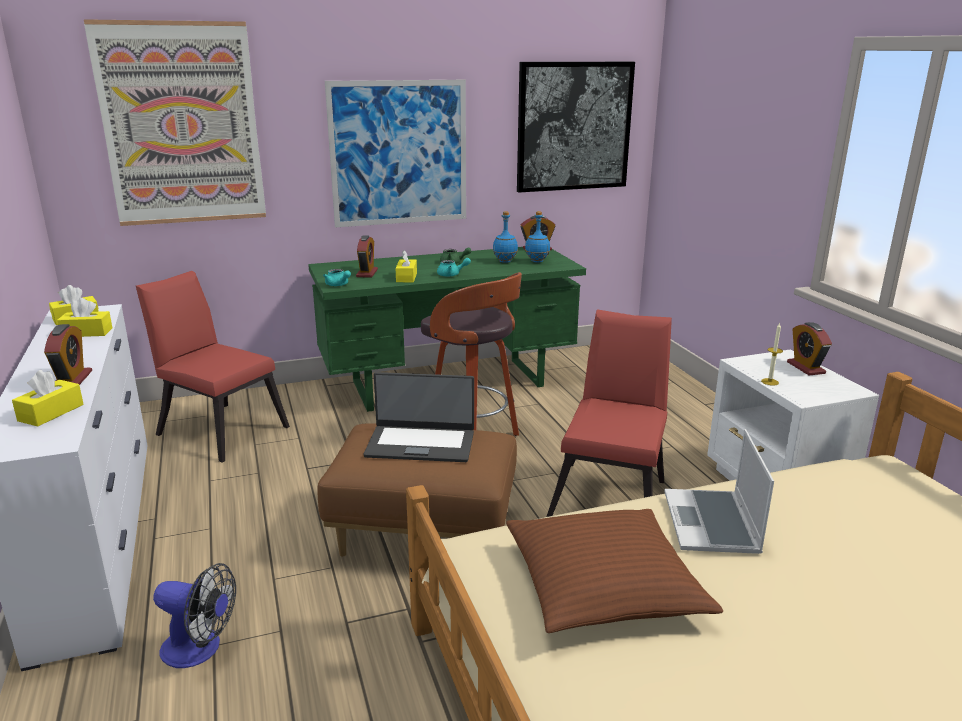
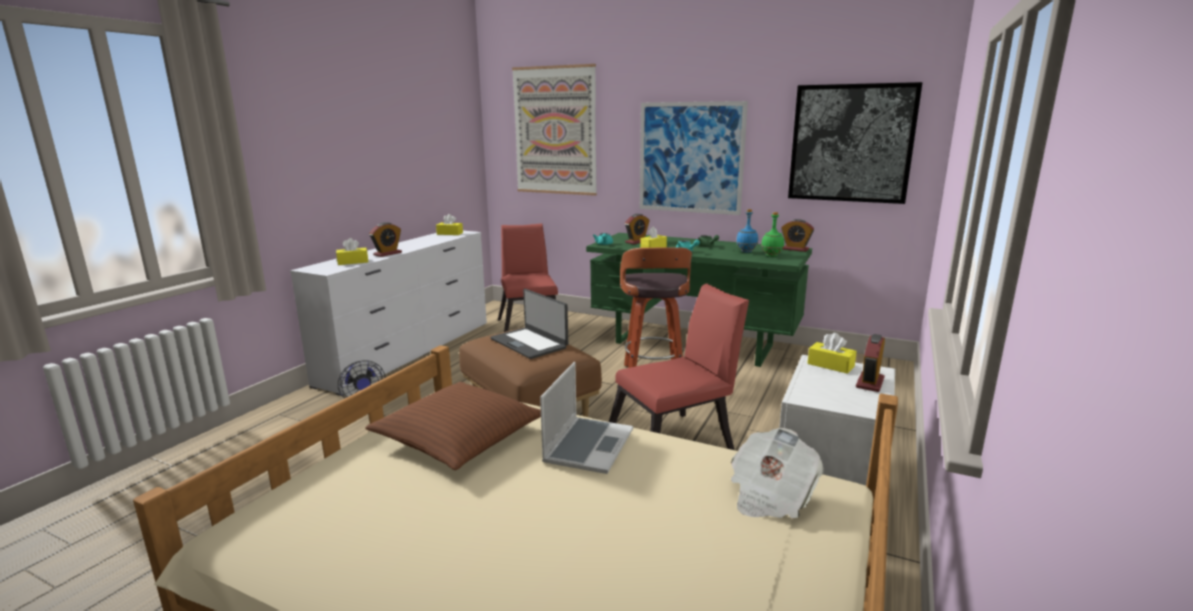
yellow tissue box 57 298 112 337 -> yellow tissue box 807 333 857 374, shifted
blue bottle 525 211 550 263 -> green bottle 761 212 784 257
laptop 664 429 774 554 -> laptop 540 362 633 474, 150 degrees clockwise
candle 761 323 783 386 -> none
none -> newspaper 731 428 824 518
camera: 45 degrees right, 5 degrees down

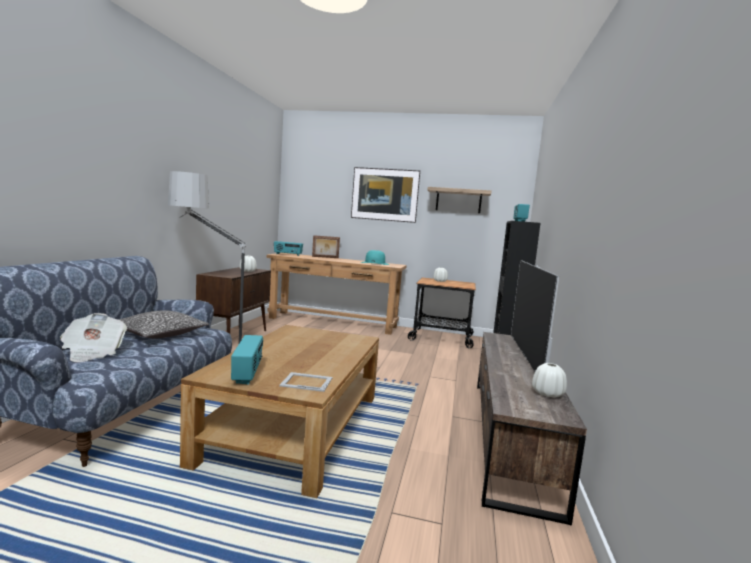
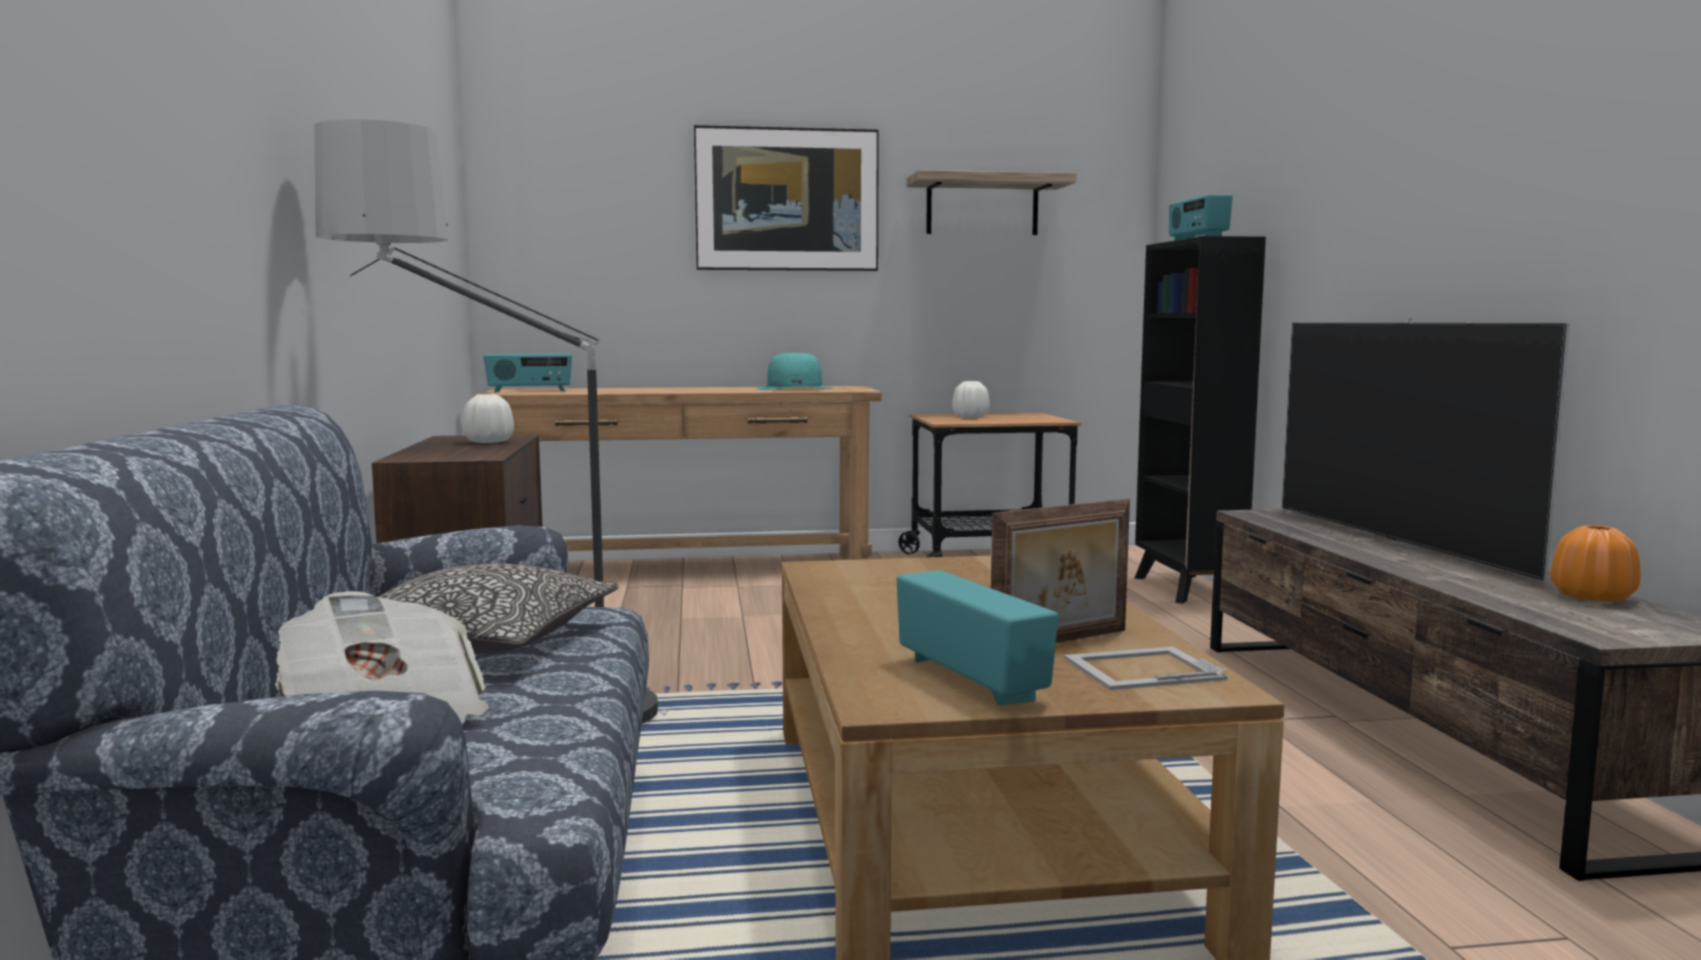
picture frame 312 235 340 258 -> picture frame 991 499 1130 643, shifted
white vase 532 363 567 398 -> orange vase 1551 525 1641 602
camera: 20 degrees left, 0 degrees up

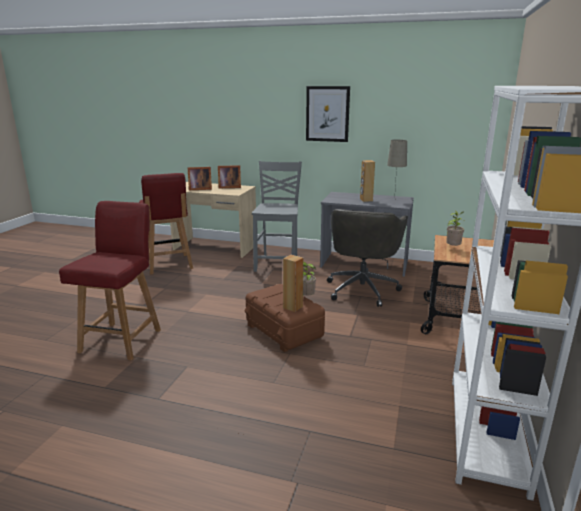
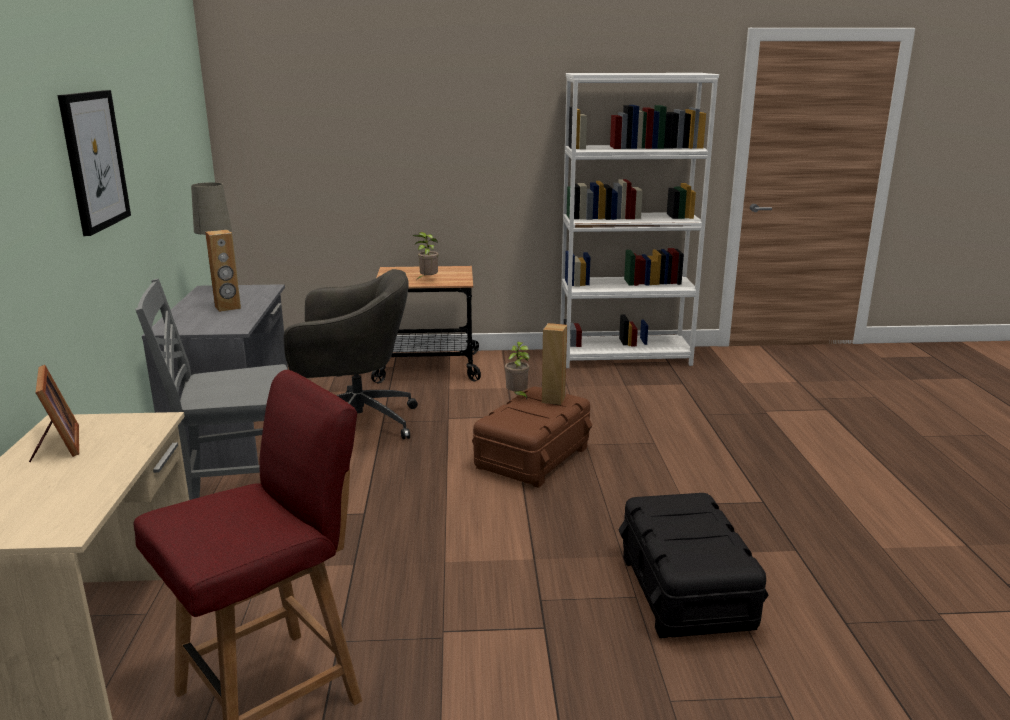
red chair 59 201 161 360 -> black storage box 618 493 768 638
picture frame 188 167 212 190 -> none
camera: 110 degrees left, 0 degrees up

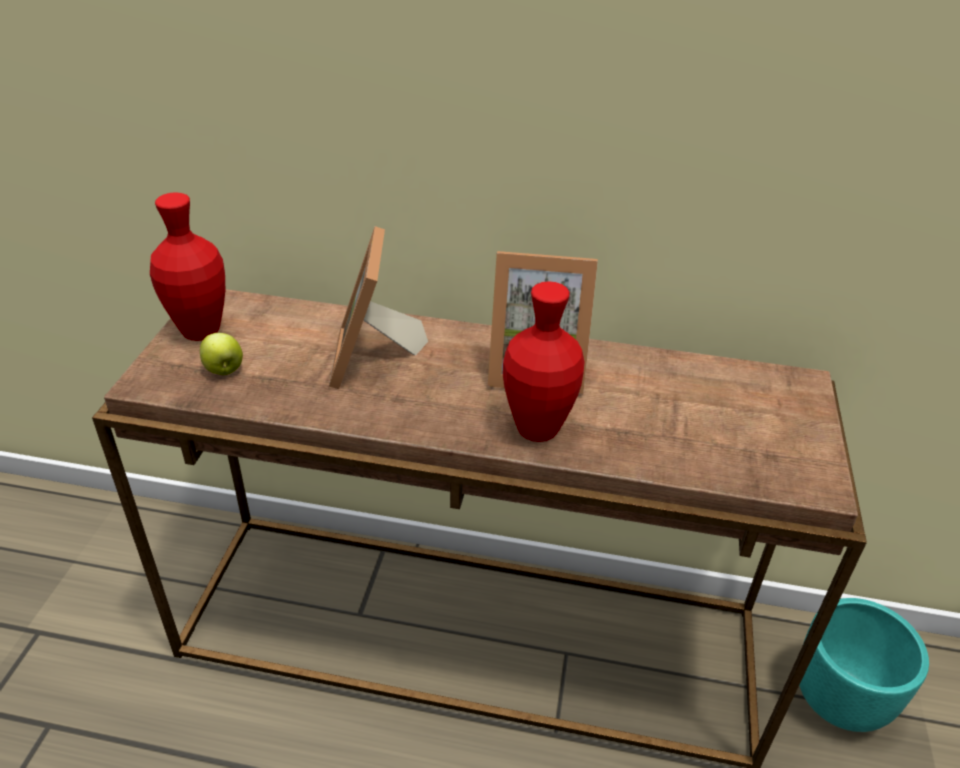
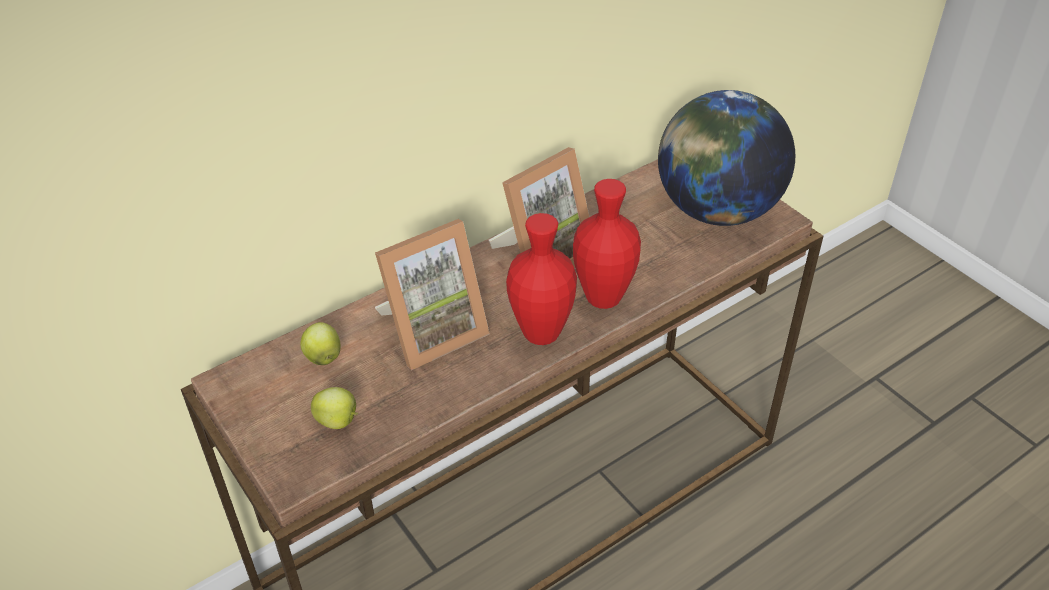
red vase 150 192 225 341 -> red vase 506 213 577 345, shifted
picture frame 329 226 428 389 -> picture frame 375 219 490 370, 75 degrees counterclockwise
turquoise planter 799 598 929 732 -> none
none -> apple 300 322 340 365
none -> globe 658 90 795 226
camera: 45 degrees left, 5 degrees up

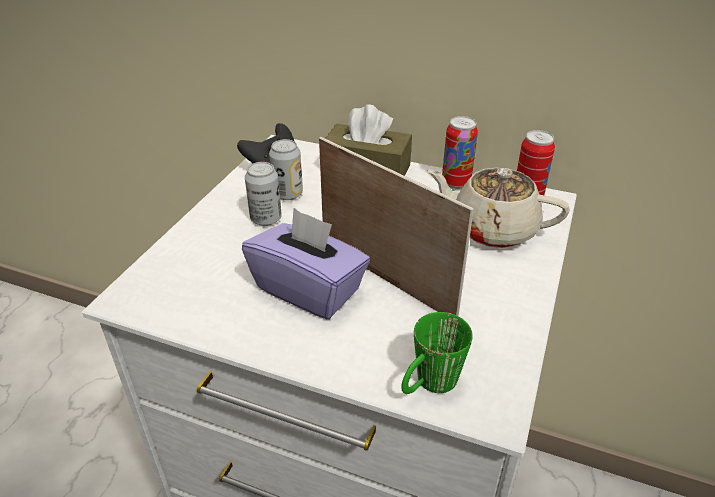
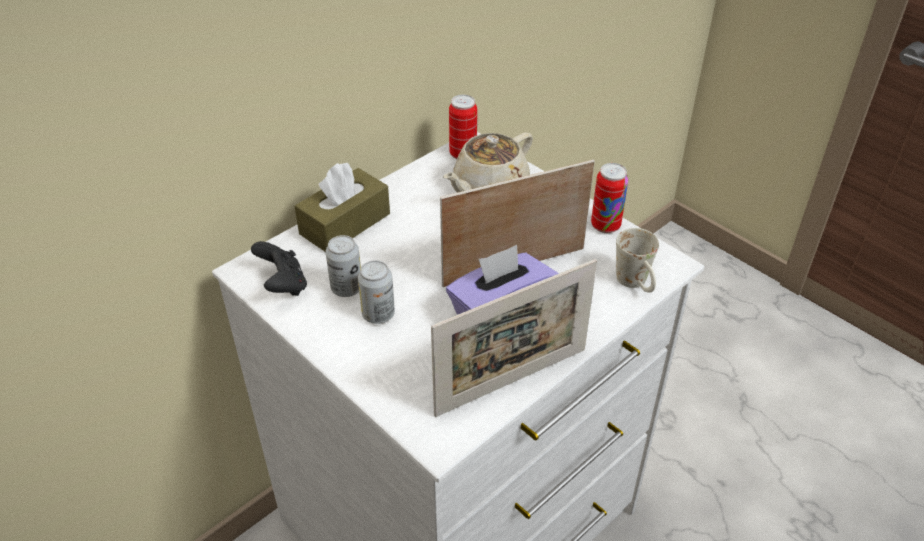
green mug 401 312 473 394 -> white mug 616 228 659 293
can 442 116 478 189 -> can 591 163 628 233, shifted
none -> picture frame 431 259 597 417
camera: 65 degrees left, 5 degrees up

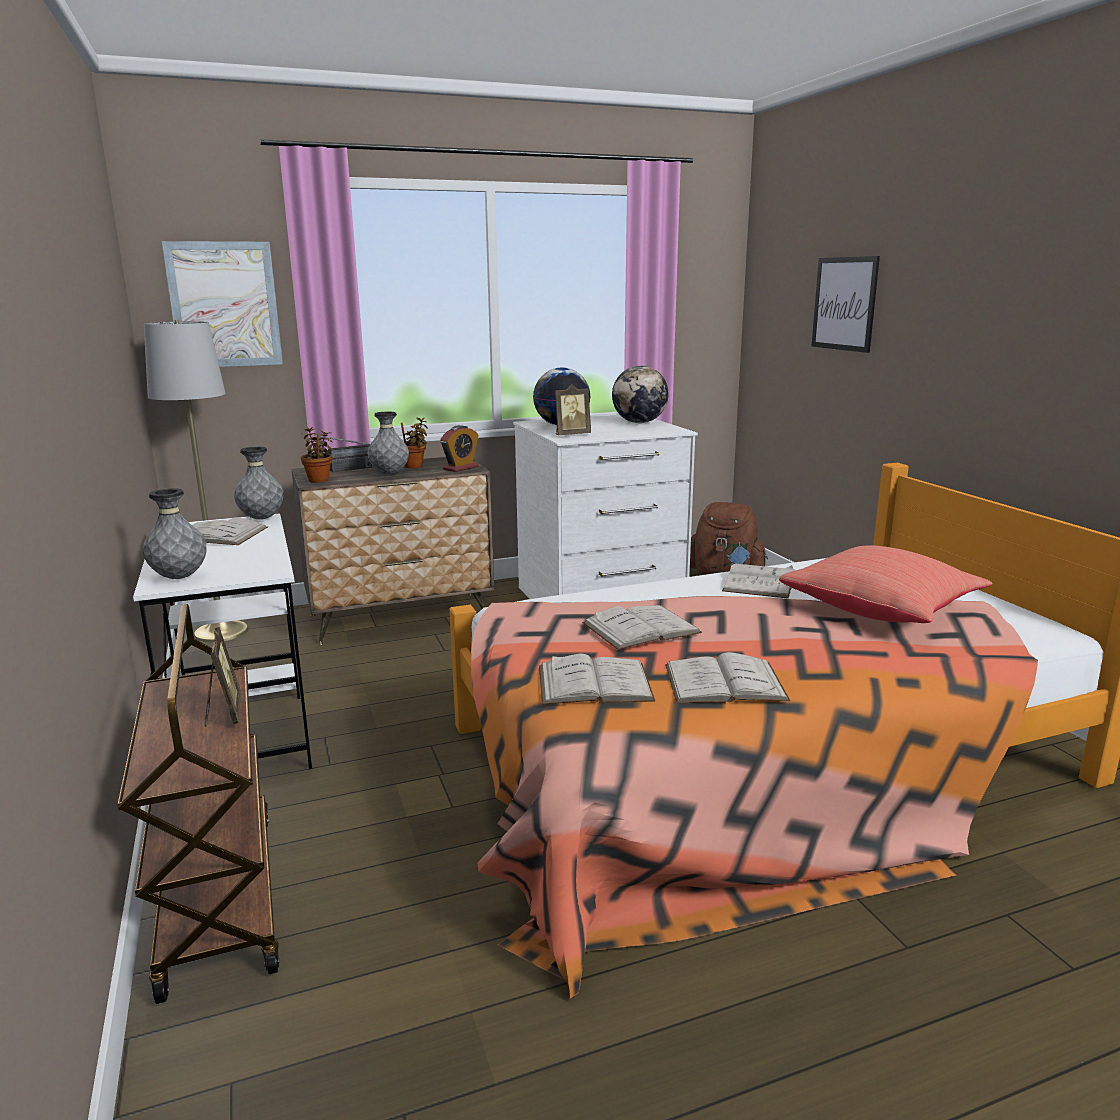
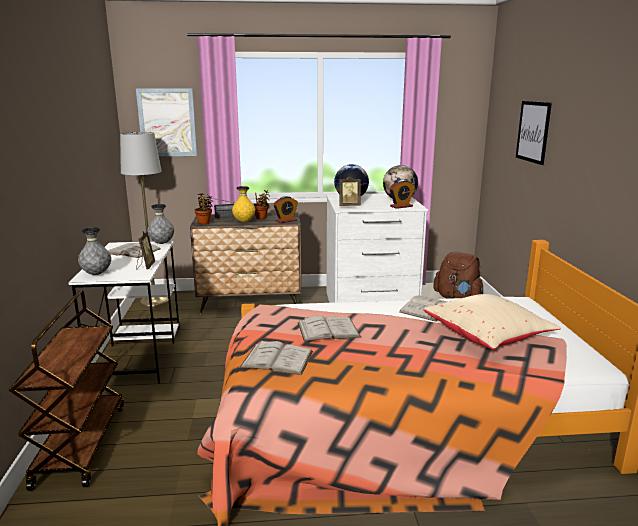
picture frame 205 627 242 727 -> picture frame 136 231 155 270, shifted
grey vase 367 412 409 475 -> yellow vase 232 186 255 222
white book 665 652 790 703 -> none
red pillow 779 545 993 623 -> beige pillow 423 294 561 349
none -> alarm clock 390 180 415 209
camera: 15 degrees right, 0 degrees up

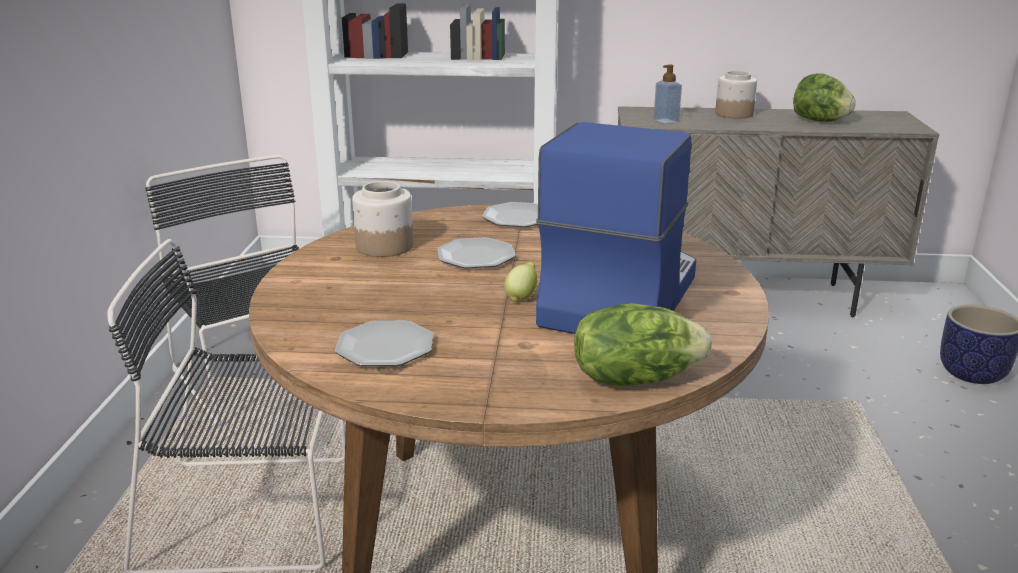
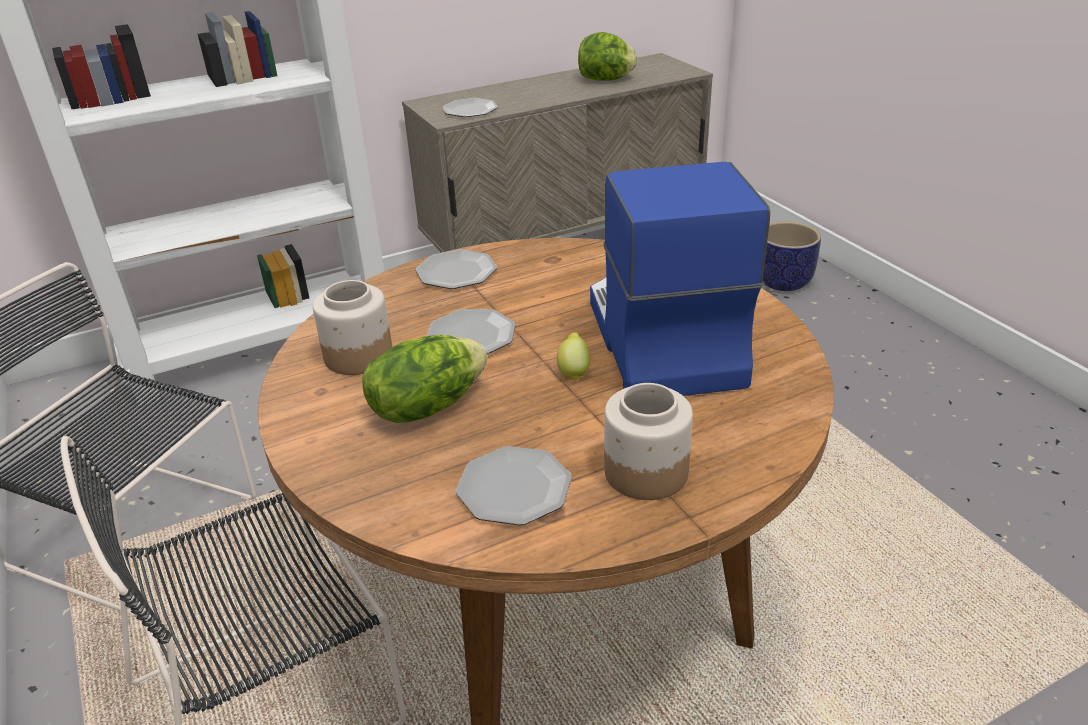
lettuce 574 303 712 386 -> lettuce 362 335 487 423, shifted
soap dispenser 654 65 682 124 -> plate 442 98 498 117
jar 715 71 757 119 -> jar 604 383 693 500, shifted
camera: 30 degrees left, 10 degrees up

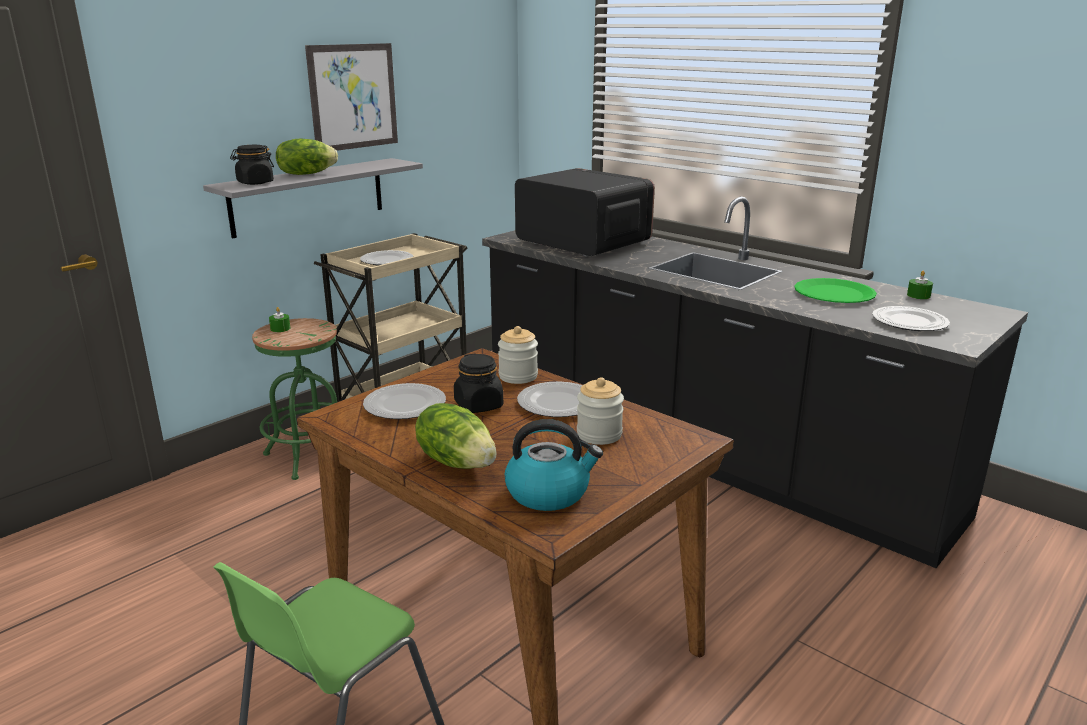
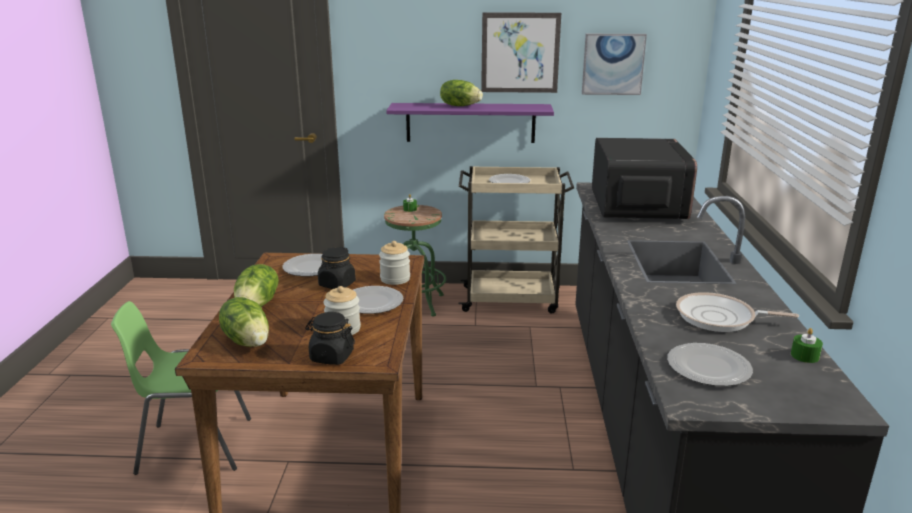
grey shelf 203 158 423 238 -> purple shelf 386 103 554 143
black jar 230 145 274 185 -> black jar 305 312 355 365, shifted
kettle 505 419 603 511 -> lettuce 219 297 269 347
green plate 794 278 877 303 -> frying pan 676 292 799 332
none -> picture 582 34 647 95
camera: 50 degrees right, 0 degrees up

